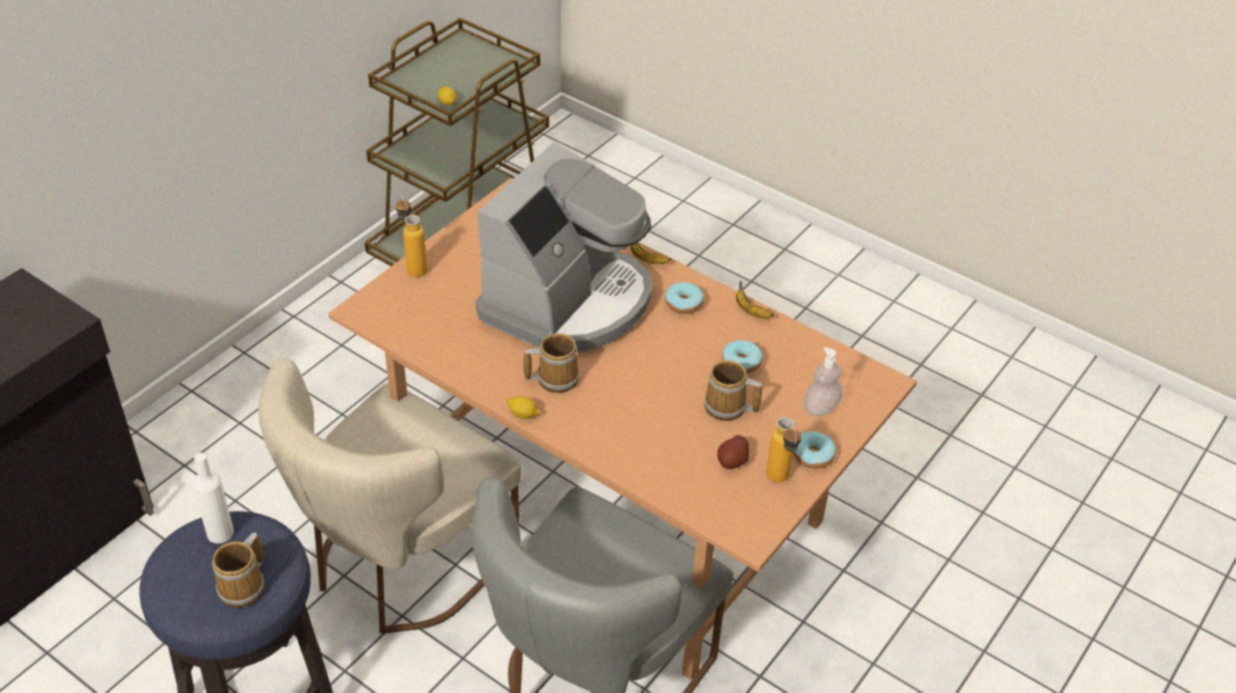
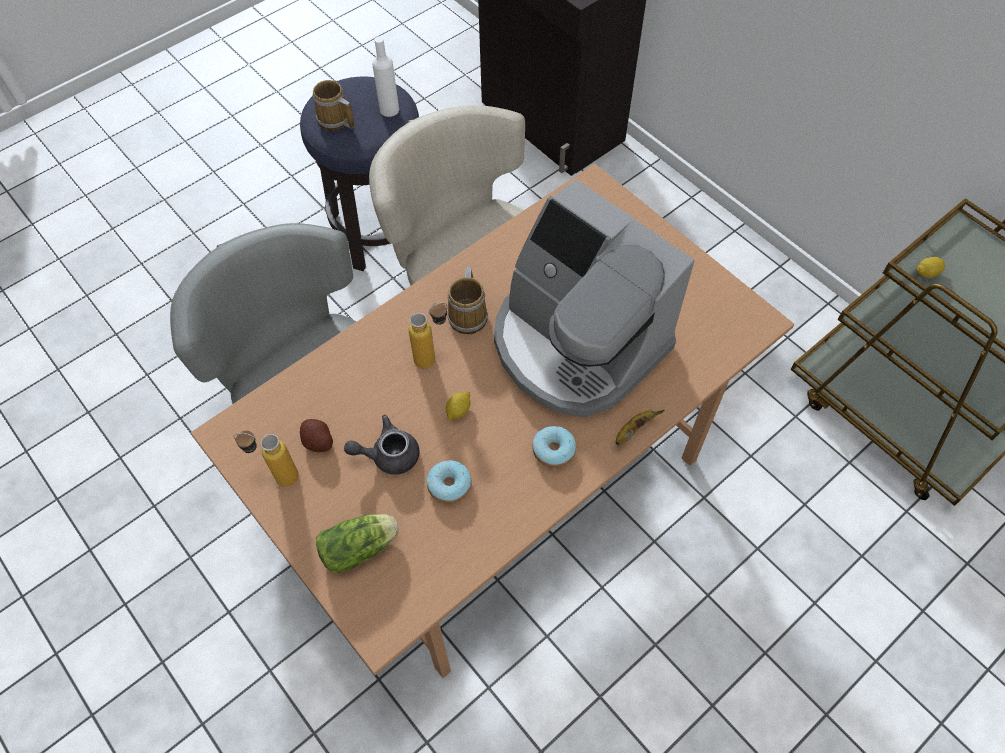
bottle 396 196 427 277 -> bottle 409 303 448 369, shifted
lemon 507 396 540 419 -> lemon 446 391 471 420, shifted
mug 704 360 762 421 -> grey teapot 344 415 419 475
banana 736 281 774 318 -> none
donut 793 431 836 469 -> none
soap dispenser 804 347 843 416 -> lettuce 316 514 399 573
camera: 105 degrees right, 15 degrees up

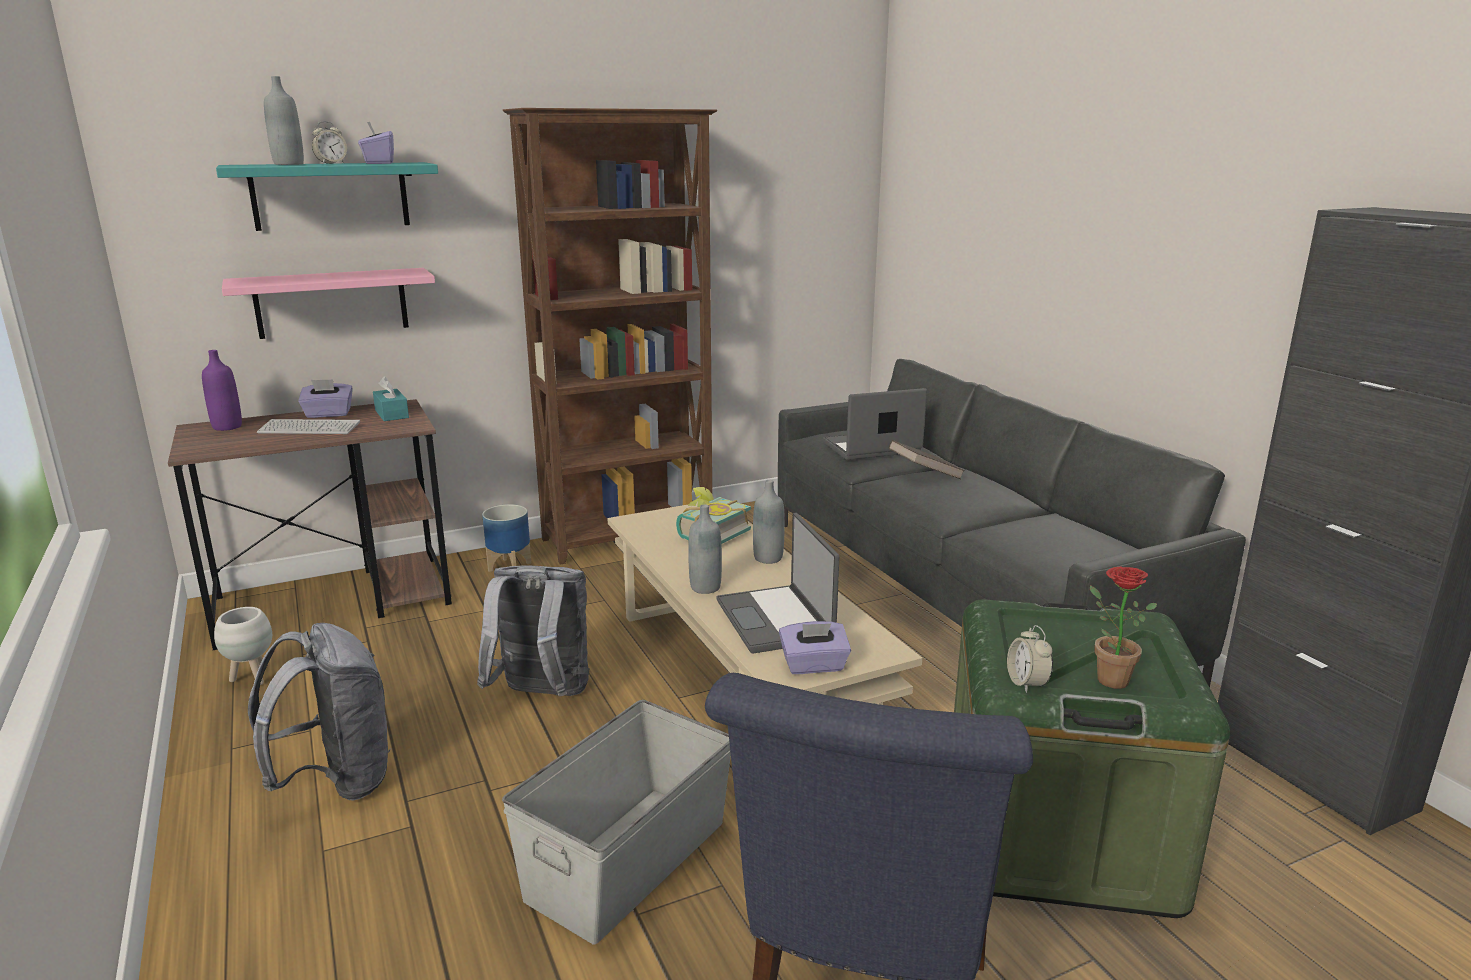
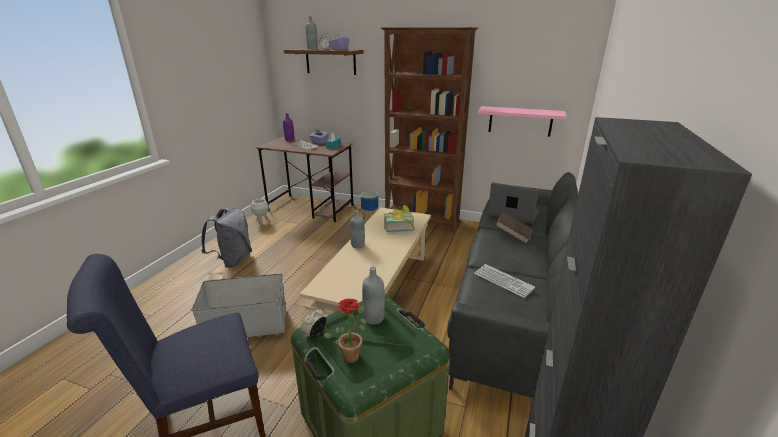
turquoise shelf 216 162 438 231 -> brown shelf 284 49 364 75
pink shelf 222 268 435 339 -> pink shelf 477 106 567 137, shifted
grey backpack 477 565 590 696 -> none
laptop 716 513 839 653 -> none
grey bottle 753 480 785 564 -> grey bottle 362 267 385 325, shifted
purple tissue box 779 621 851 674 -> none
none -> keyboard 474 264 535 298
camera: 45 degrees right, 5 degrees up

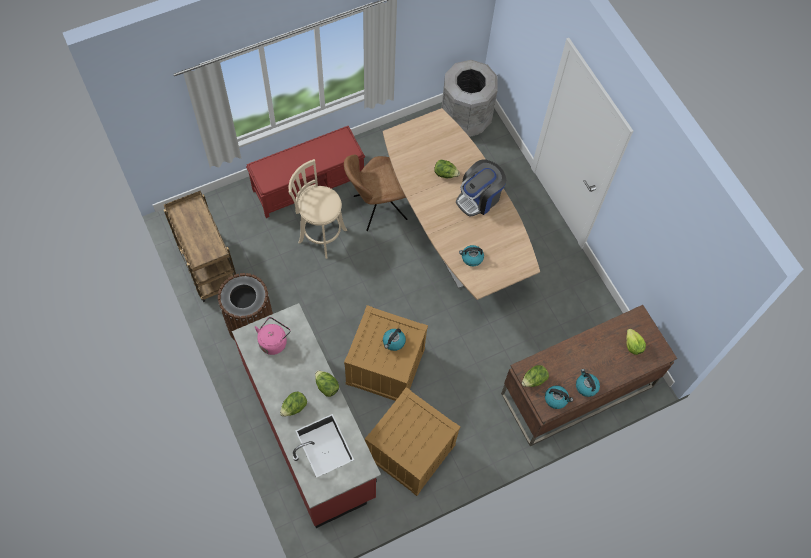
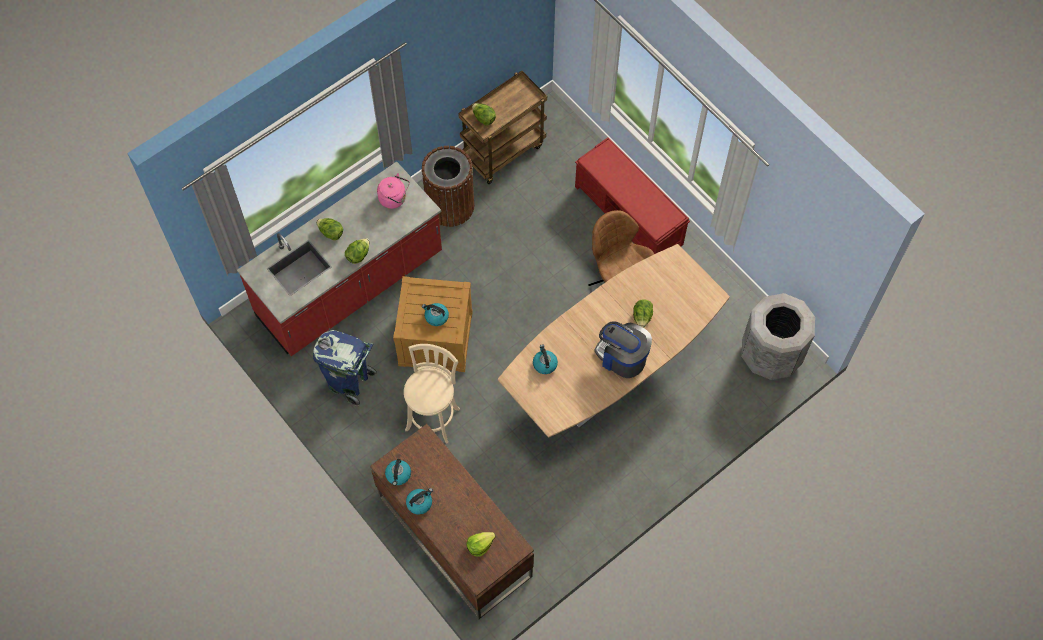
beige stool 288 159 347 259 -> beige stool 404 344 460 444, shifted
crate 365 387 460 496 -> blue trash can 313 330 377 406
lettuce 522 365 549 387 -> lettuce 472 103 496 125, shifted
camera: 80 degrees right, 0 degrees up

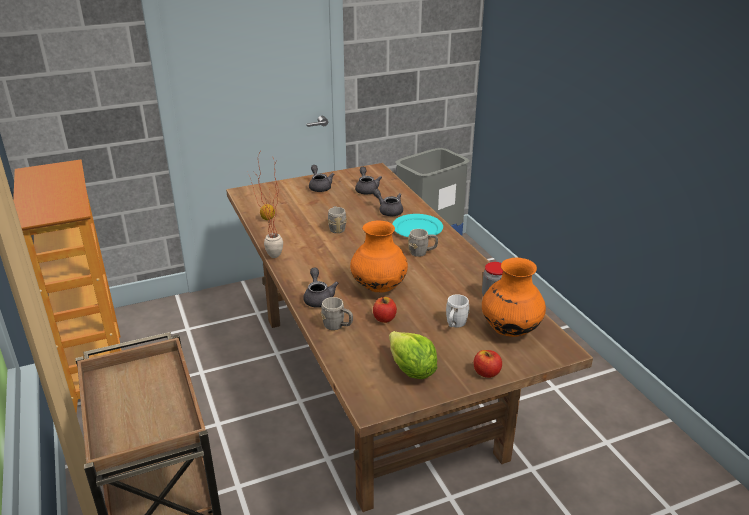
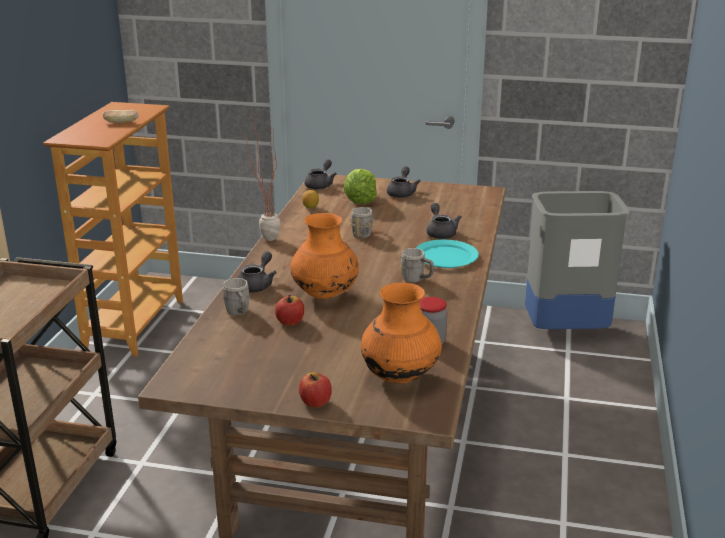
grey teapot 355 167 382 195 -> grey teapot 305 159 336 189, shifted
lettuce 389 331 437 379 -> lettuce 344 169 377 204, shifted
white mug 446 294 470 327 -> none
none -> bread 102 110 139 123
camera: 35 degrees right, 5 degrees down

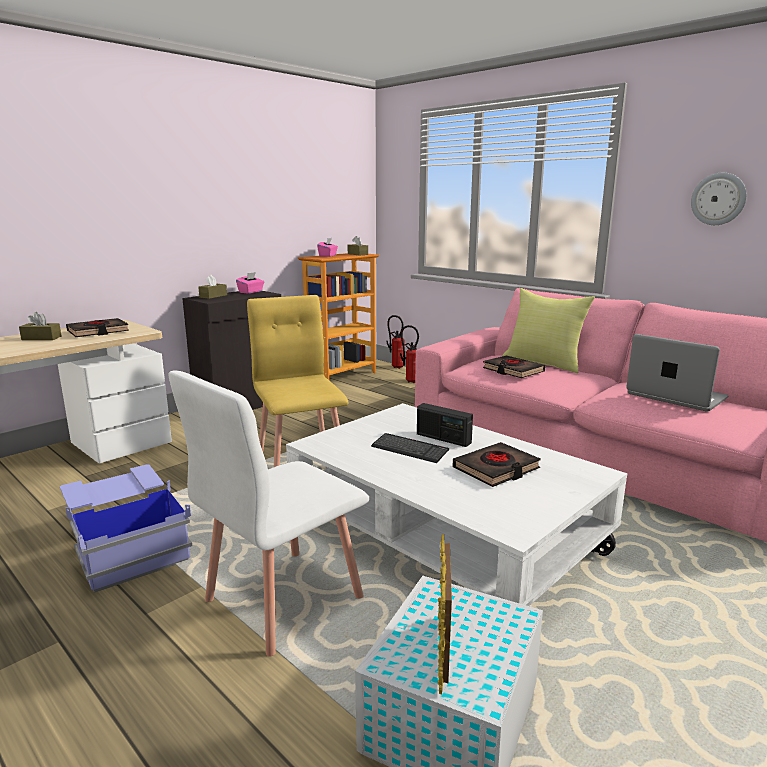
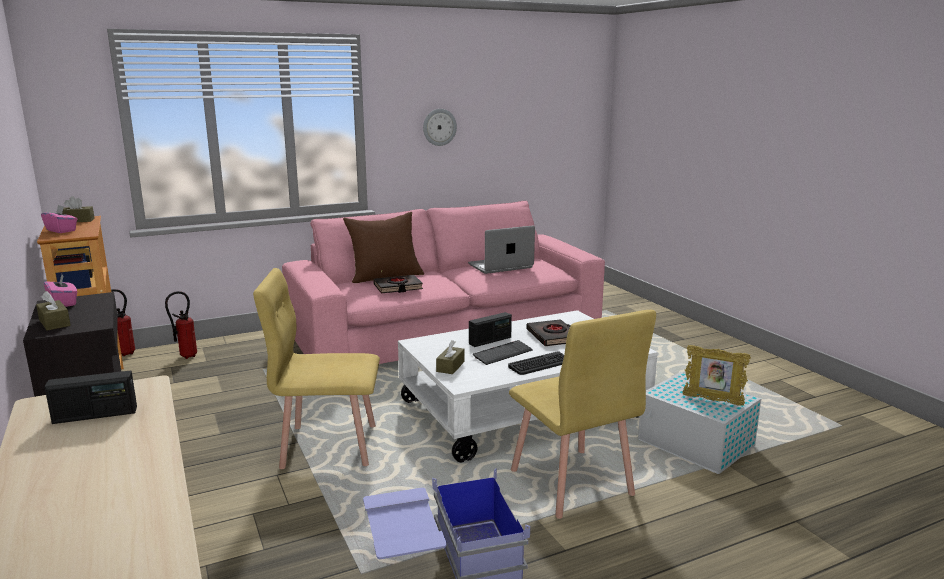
brown tissue box 19 312 62 340 -> brown tissue box 436 340 464 374, shifted
black book 66 318 129 337 -> radio 44 370 137 424
white chair 169 370 369 657 -> yellow chair 509 310 656 519
yellow pillow 503 288 595 373 -> brown pillow 343 212 424 283
none -> keyboard 508 351 564 375
camera: 70 degrees left, 0 degrees up

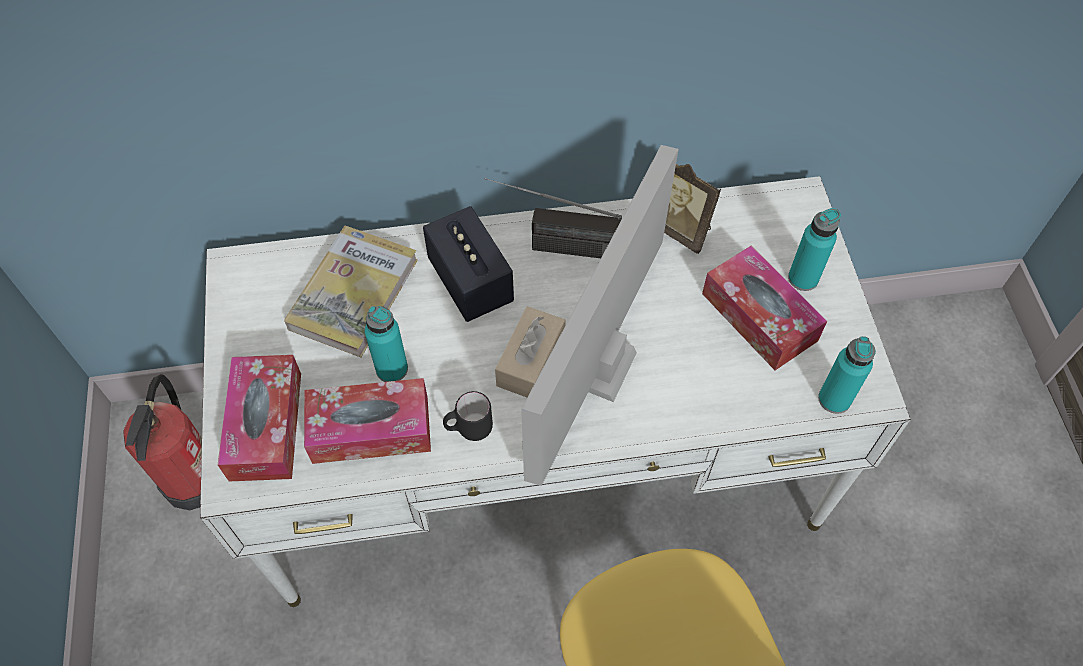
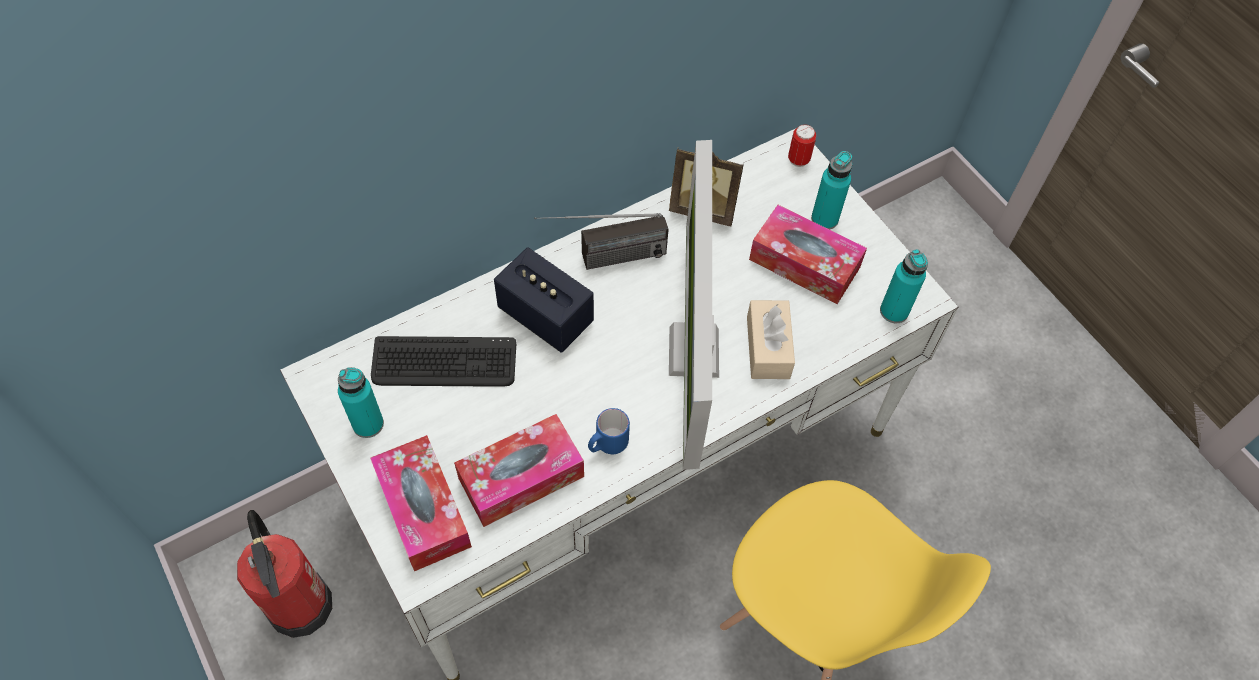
book 284 226 418 357 -> keyboard 371 336 516 387
turquoise bottle 365 306 408 382 -> turquoise bottle 338 367 384 438, shifted
black mug 443 391 493 441 -> blue mug 588 408 630 454
beige tissue box 495 306 566 397 -> beige tissue box 747 300 795 379, shifted
none -> can 788 124 816 167
camera: 25 degrees left, 0 degrees up

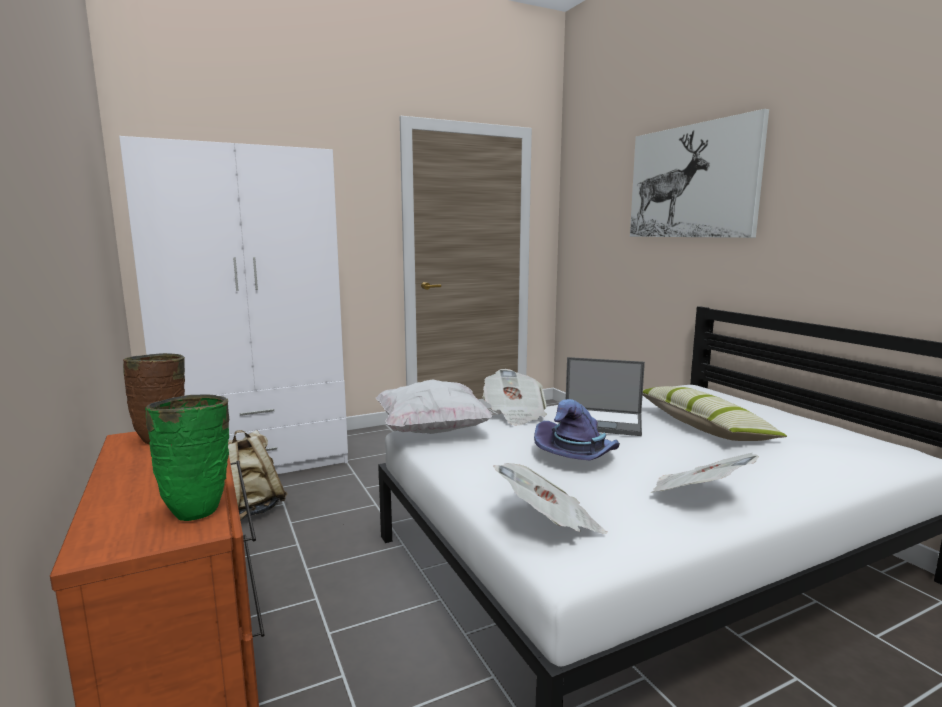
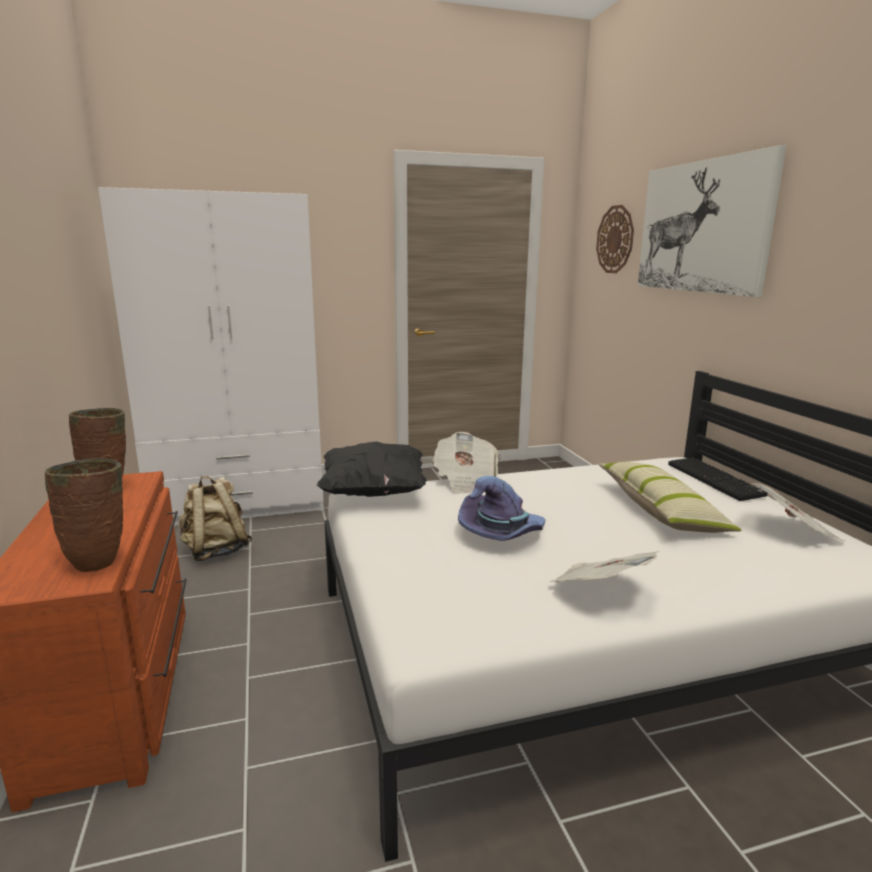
green vase 145 395 229 521 -> brown vase 45 458 123 572
white pillow 376 380 493 434 -> black pillow 317 441 427 497
newspaper 493 463 607 534 -> newspaper 753 482 845 541, shifted
laptop 559 357 645 436 -> none
none -> wall clock 596 205 634 273
none -> keyboard 668 457 768 501
camera: 10 degrees right, 5 degrees up

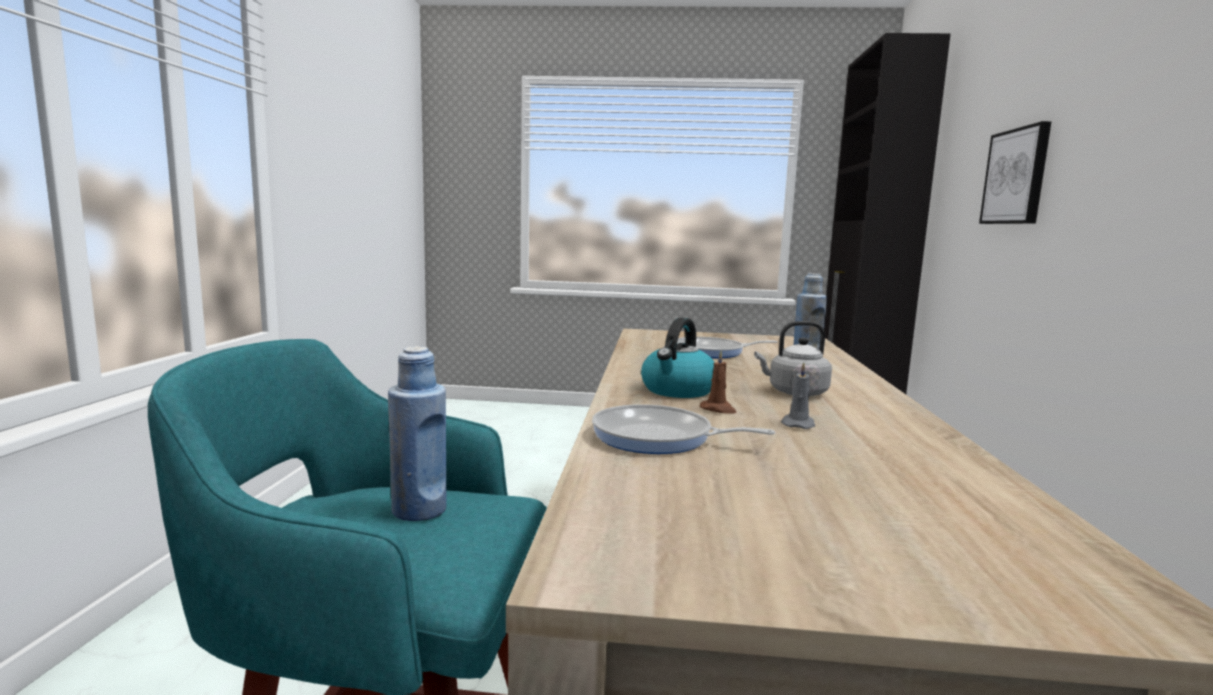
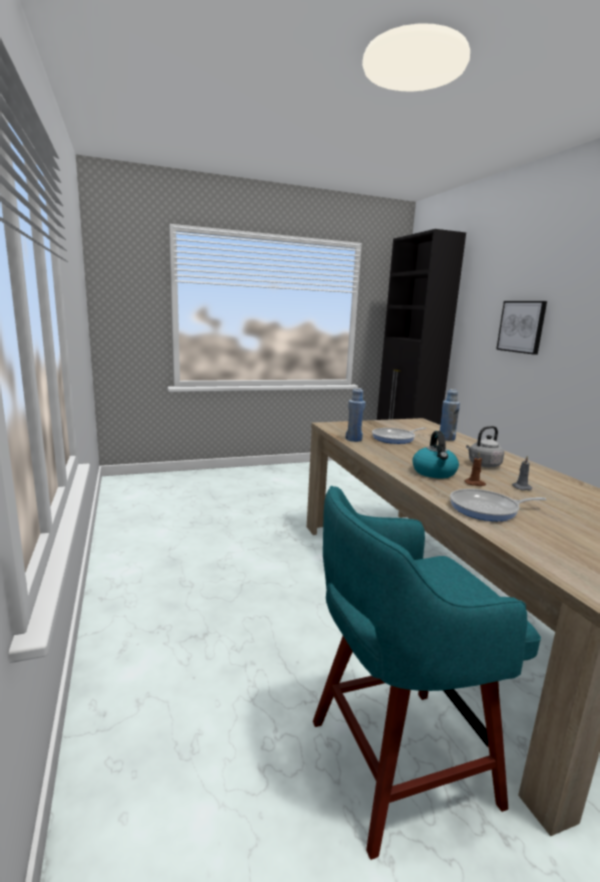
blue bottle 388 346 447 521 -> blue bottle 346 388 366 442, shifted
camera: 25 degrees left, 5 degrees up

